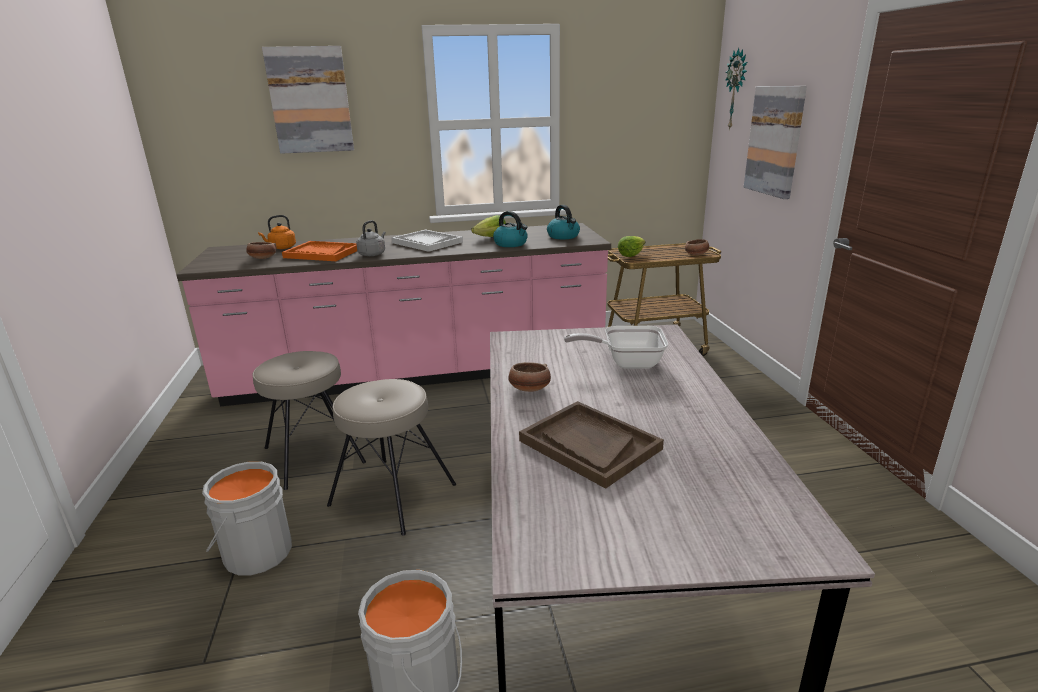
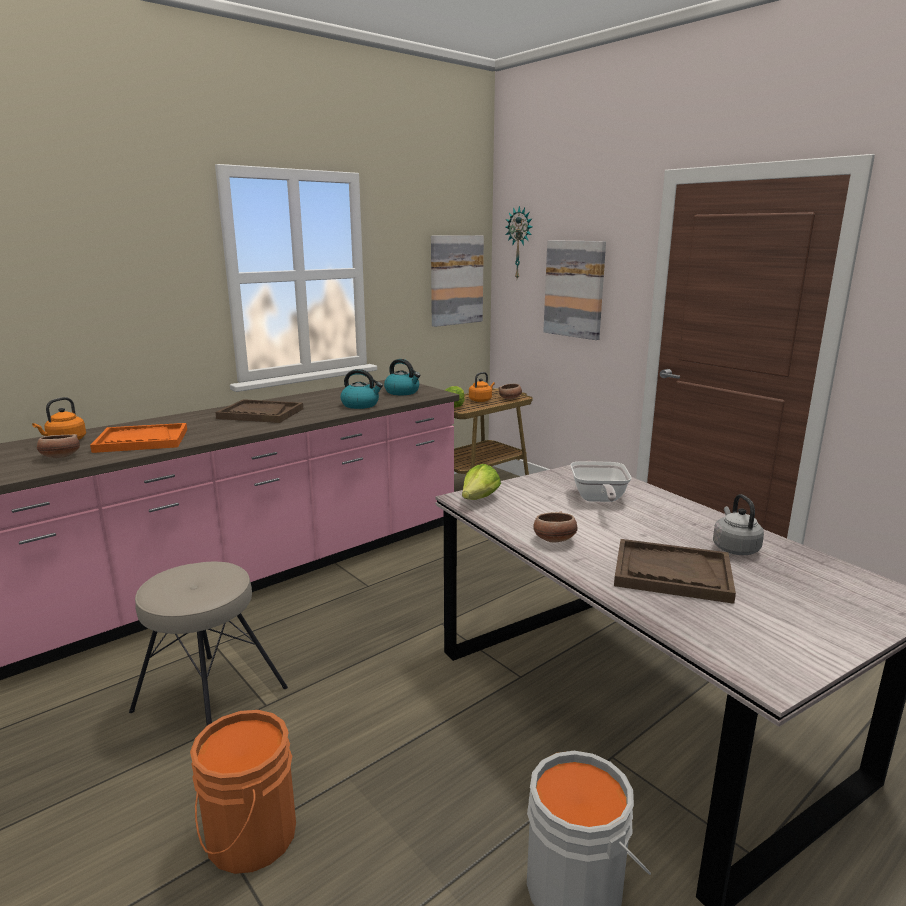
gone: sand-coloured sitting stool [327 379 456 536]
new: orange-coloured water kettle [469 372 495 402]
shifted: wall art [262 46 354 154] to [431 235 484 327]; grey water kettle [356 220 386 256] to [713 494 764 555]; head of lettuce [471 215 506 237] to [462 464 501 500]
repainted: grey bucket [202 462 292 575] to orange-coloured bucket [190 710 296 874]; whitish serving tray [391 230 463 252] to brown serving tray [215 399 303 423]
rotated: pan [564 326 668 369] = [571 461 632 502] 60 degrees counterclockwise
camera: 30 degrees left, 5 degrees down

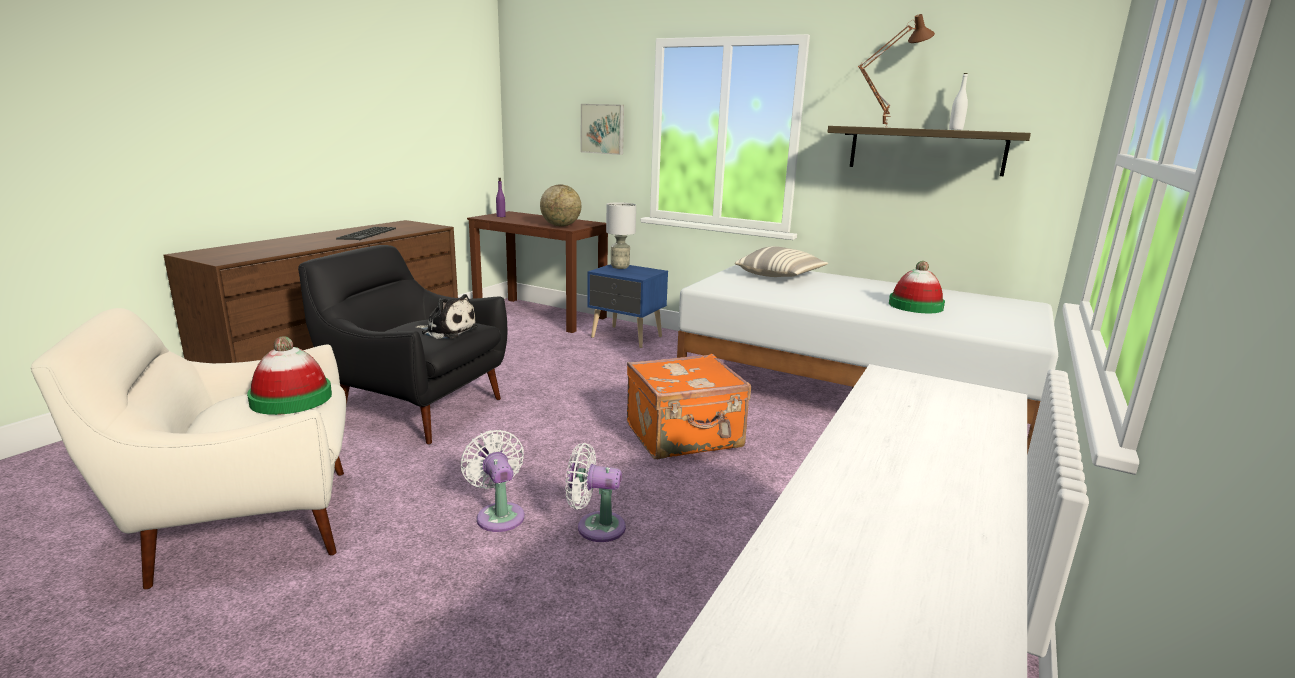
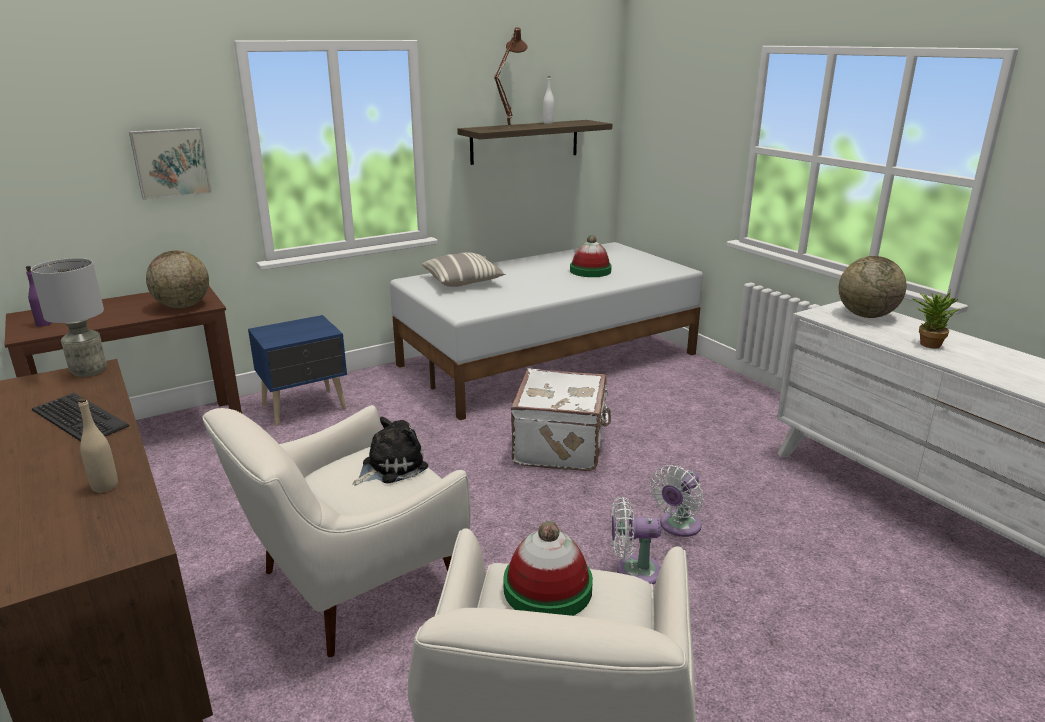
new: sand-coloured bottle [78 398 118 493]; world globe [839 256 906 318]; houseplant [912 288 960 348]
shifted: grey table lamp [606 202 636 269] to [31 258 106 377]
repainted: black-coloured easy chair [298 245 507 445] to whitish easy chair [202 405 471 657]; orange-coloured piece of luggage [627 354 751 459] to whitish piece of luggage [511 368 611 471]
camera: 60 degrees left, 5 degrees up

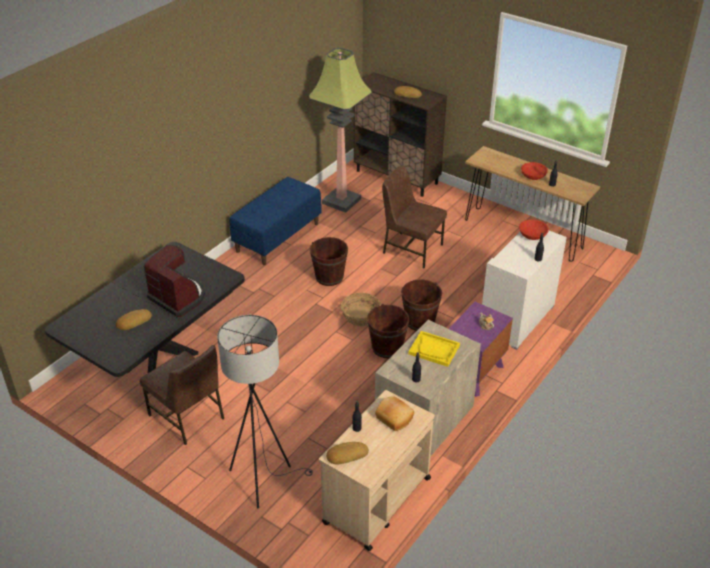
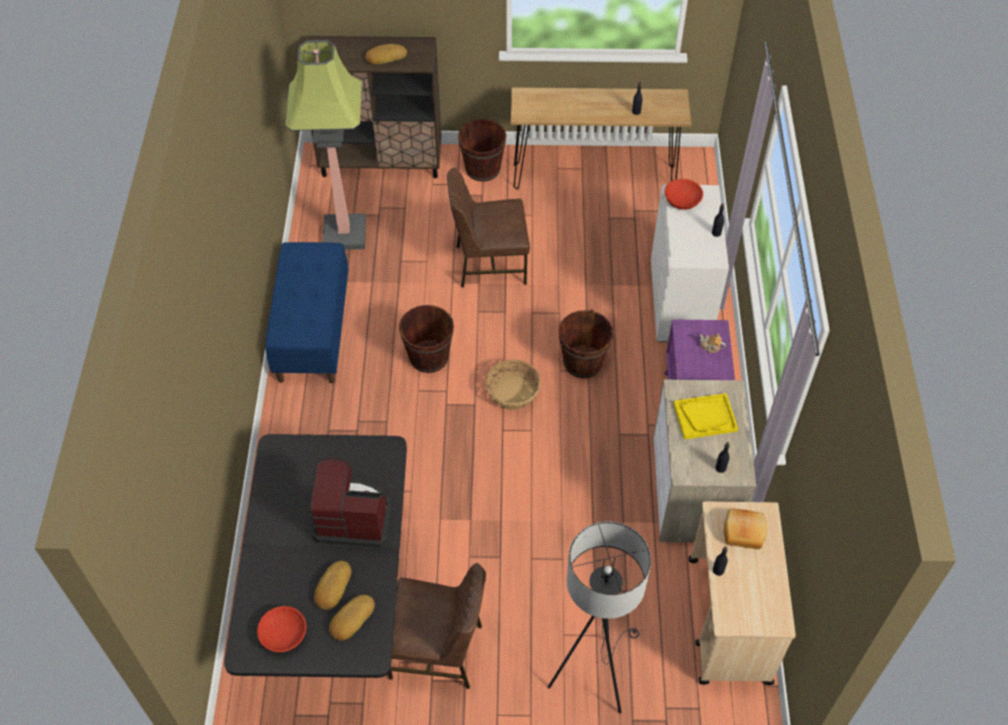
shifted: bakery bread [326 442 369 465] to [329 595 375 641]; brown bucket [367 304 409 358] to [458 119 506 182]; red serving bowl [521 162 548 180] to [257 606 306 652]
camera: 35 degrees left, 15 degrees up

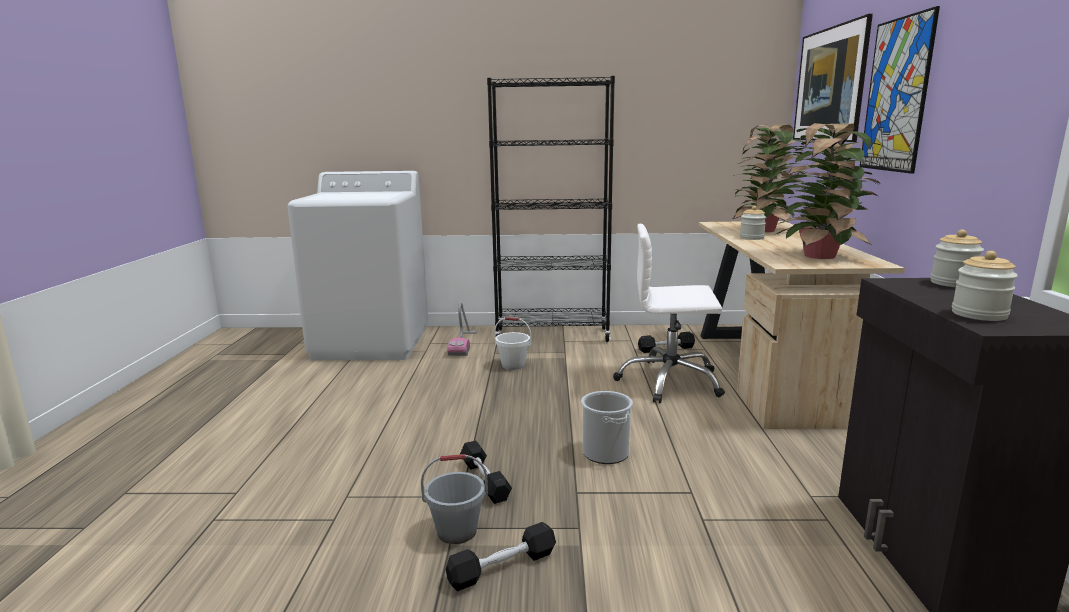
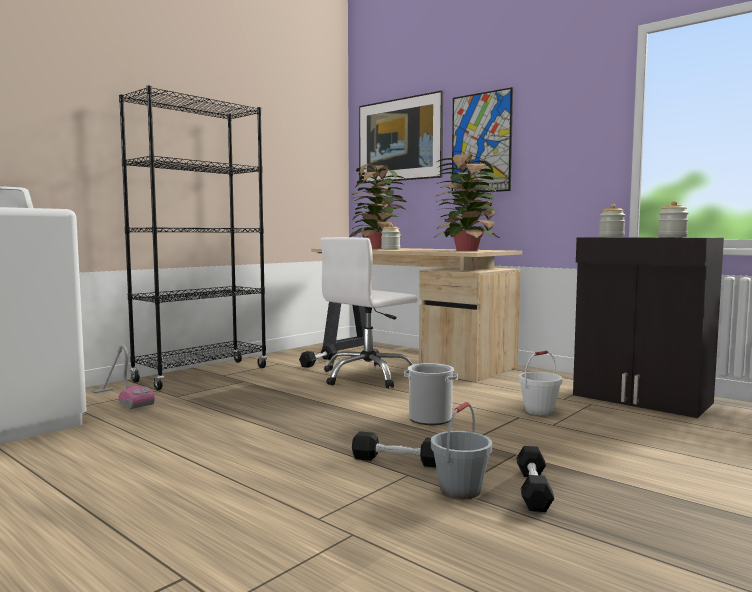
shifted: whitish bucket [494 317 531 370] to [519 350 562 416]
camera: 50 degrees left, 10 degrees down

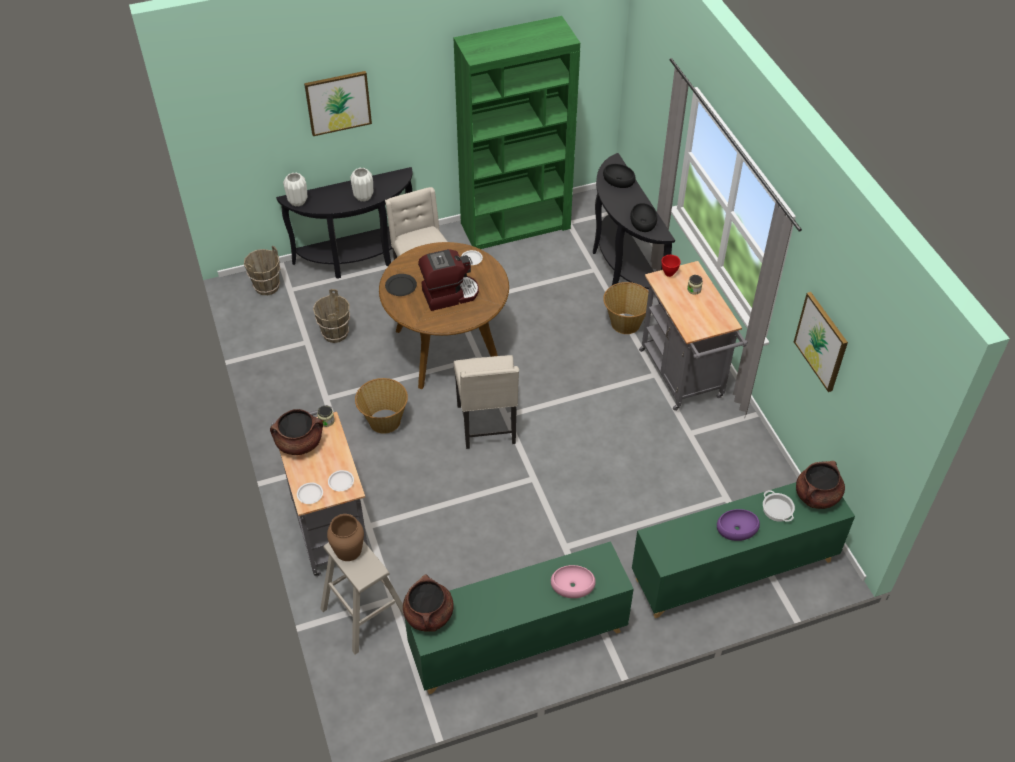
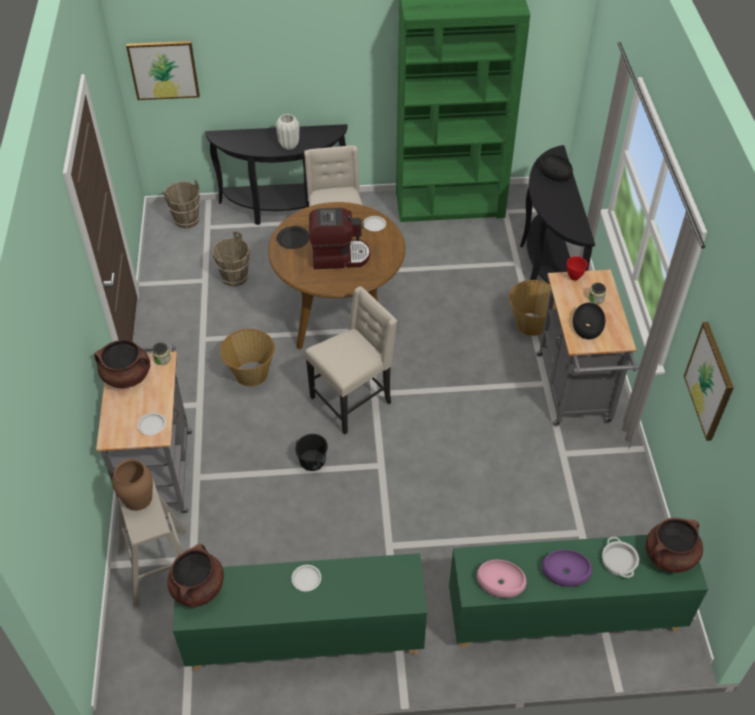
gone: whitish decorative vase [283 173 307 207]
new: black-coloured bucket [295 434 328 471]
shifted: whitish flat dish [297 482 323 504] to [291 565 321 591]; wall art [304 71 372 136] to [126 41 200 100]; pink-coloured serving bowl [551 565 596 598] to [477 560 527 598]; black-coloured serving bowl [630 203 657 232] to [573 303 605 339]
rotated: sand-coloured plain chair [454 355 519 449] = [305 286 397 434] 135 degrees counterclockwise
camera: 15 degrees right, 0 degrees up

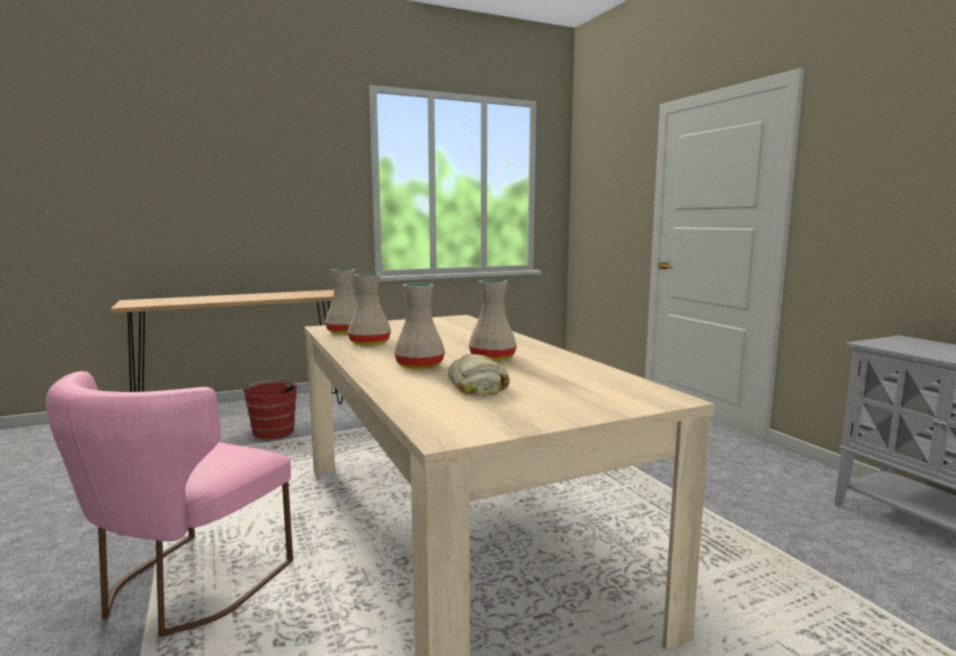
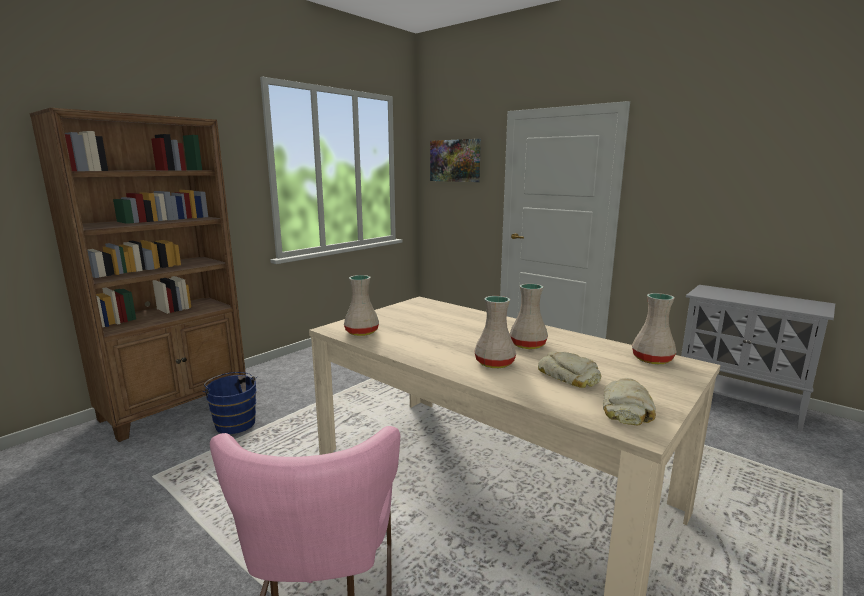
new: wall art [430 139 481 182]; bakery bread [603 378 656 425]
shifted: sand-coloured decorative vase [347 273 391 346] to [632 293 676 364]
swapped: brown hall table [111 290 343 404] to brown bookshelf [29 108 246 442]
repainted: red bucket [243 380 300 439] to blue-coloured bucket [203 372 257 434]
camera: 25 degrees left, 5 degrees up

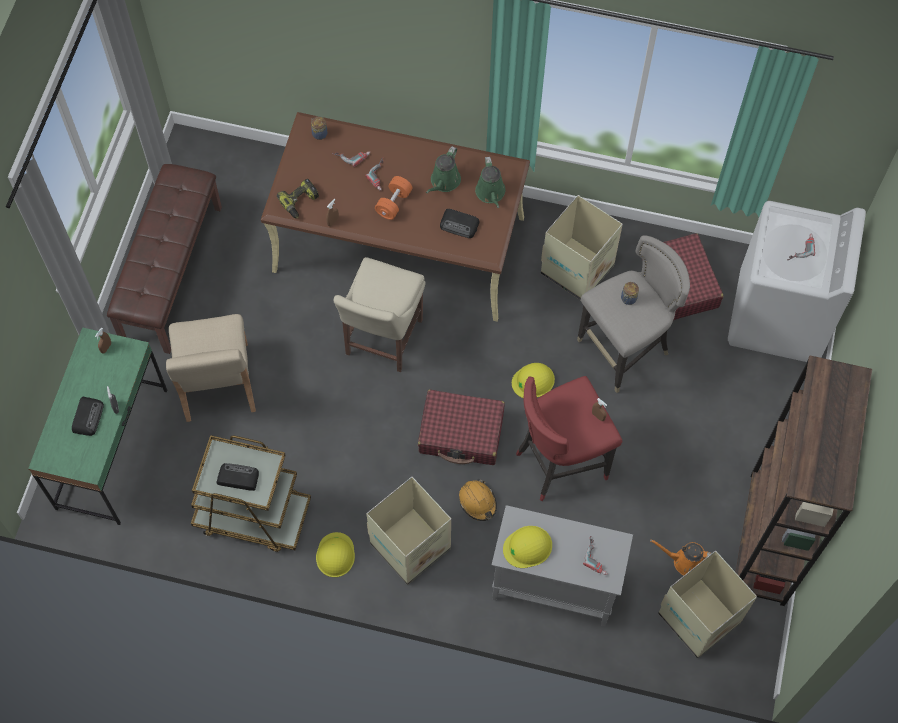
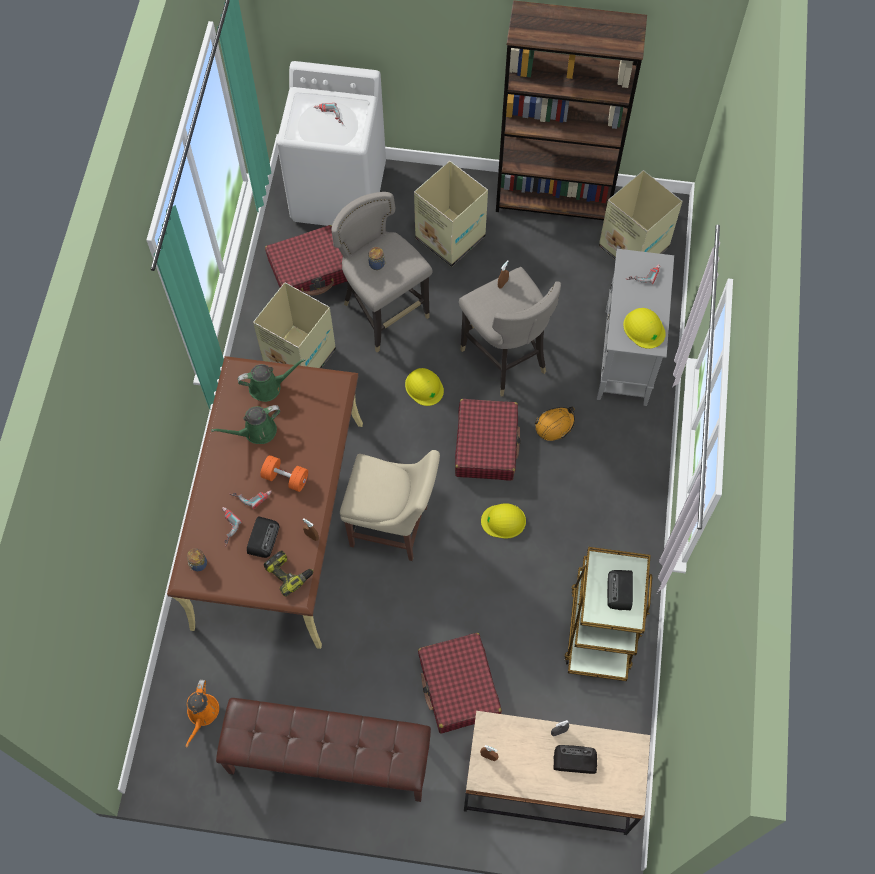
shifted: yellow-coloured safety helmet [316 532 355 577] to [481 503 526 539]; cardboard box [367 477 451 585] to [414 161 488 267]; radio [440 209 480 238] to [247 516 280 558]; orange-coloured watering can [650 539 712 576] to [185 679 219 748]
swapped: sand-coloured plain chair [166 314 256 422] to red piece of luggage [418 633 502 734]
repainted: green-coloured desk [28 327 167 525] to sand-coloured desk [464 711 650 835]; red sitting stool [516 376 622 501] to grey sitting stool [459 267 561 396]
rotated: green-coloured watering can [426 146 461 193] = [211 405 281 444] 135 degrees clockwise
camera: 95 degrees left, 0 degrees up

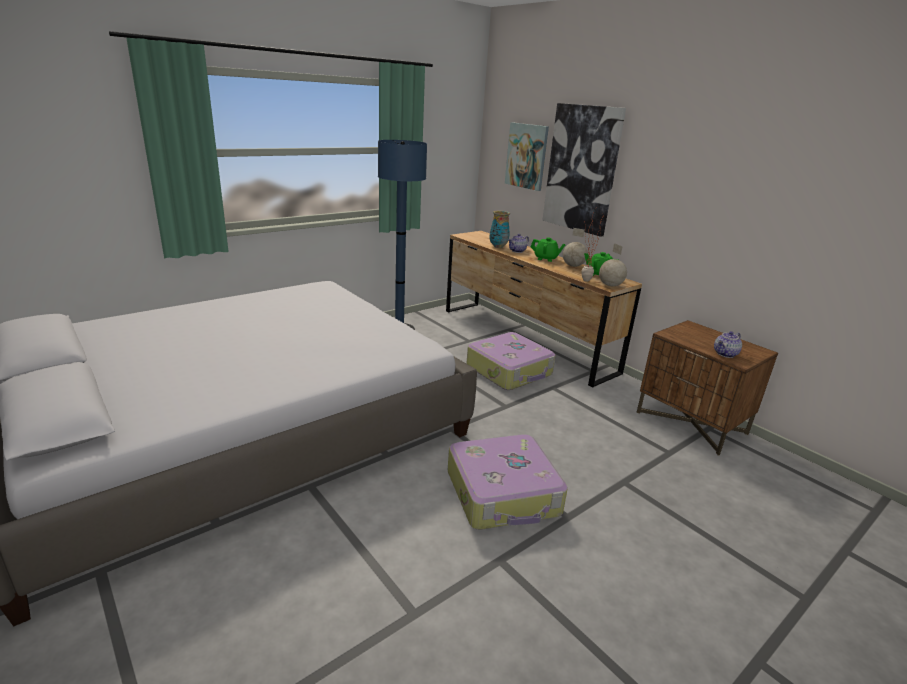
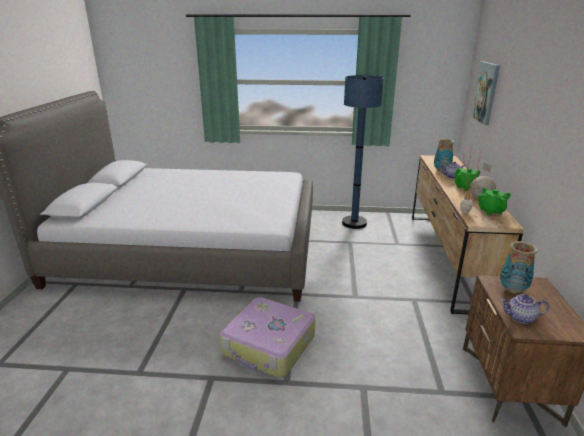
gone: piece of luggage [466 332 556 390]; wall art [542 103 626 237]; world globe [599 243 627 286]
new: decorative vase [500 241 538 294]
camera: 45 degrees right, 0 degrees up

